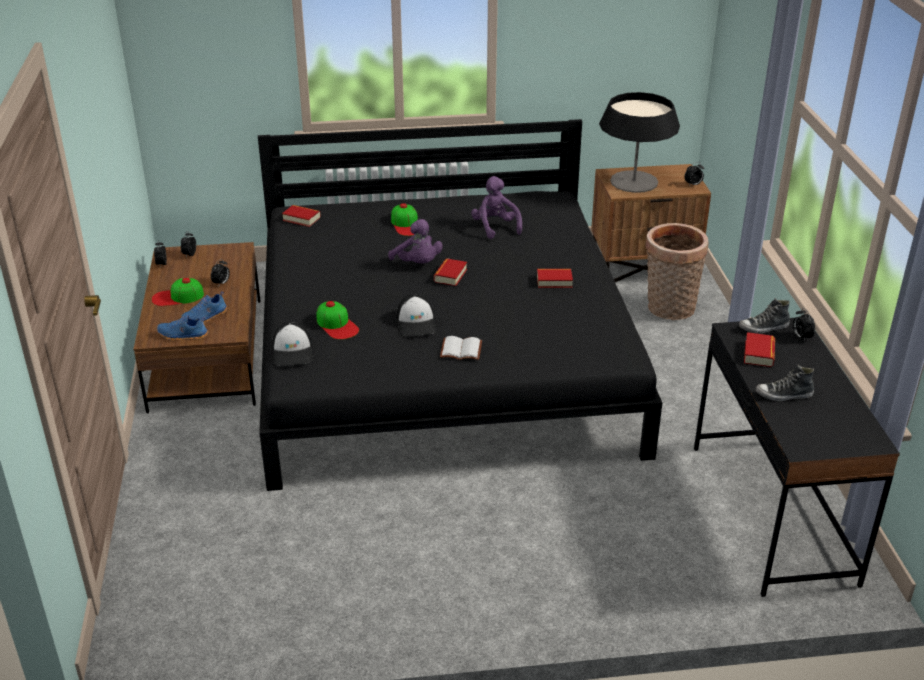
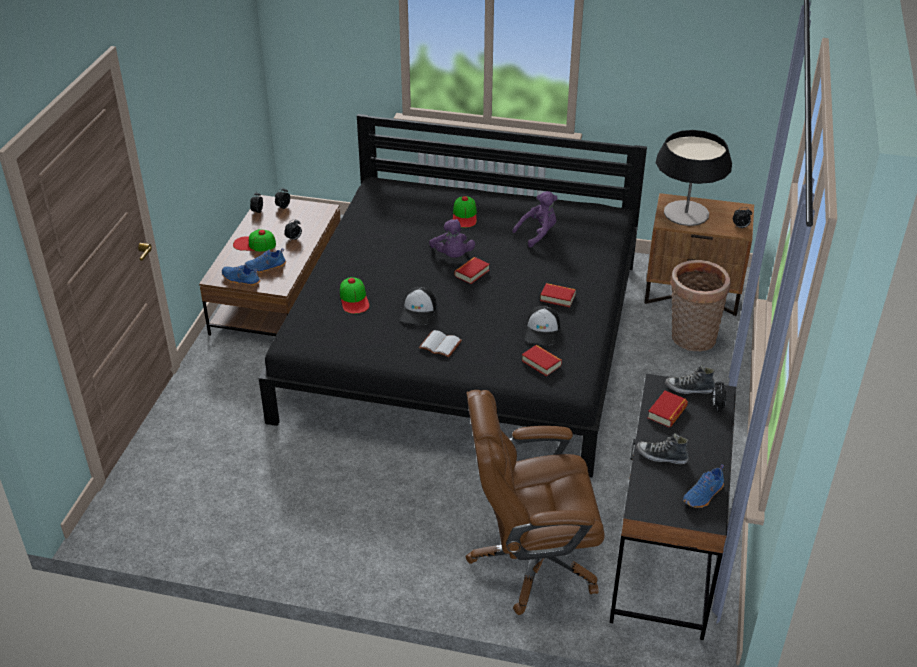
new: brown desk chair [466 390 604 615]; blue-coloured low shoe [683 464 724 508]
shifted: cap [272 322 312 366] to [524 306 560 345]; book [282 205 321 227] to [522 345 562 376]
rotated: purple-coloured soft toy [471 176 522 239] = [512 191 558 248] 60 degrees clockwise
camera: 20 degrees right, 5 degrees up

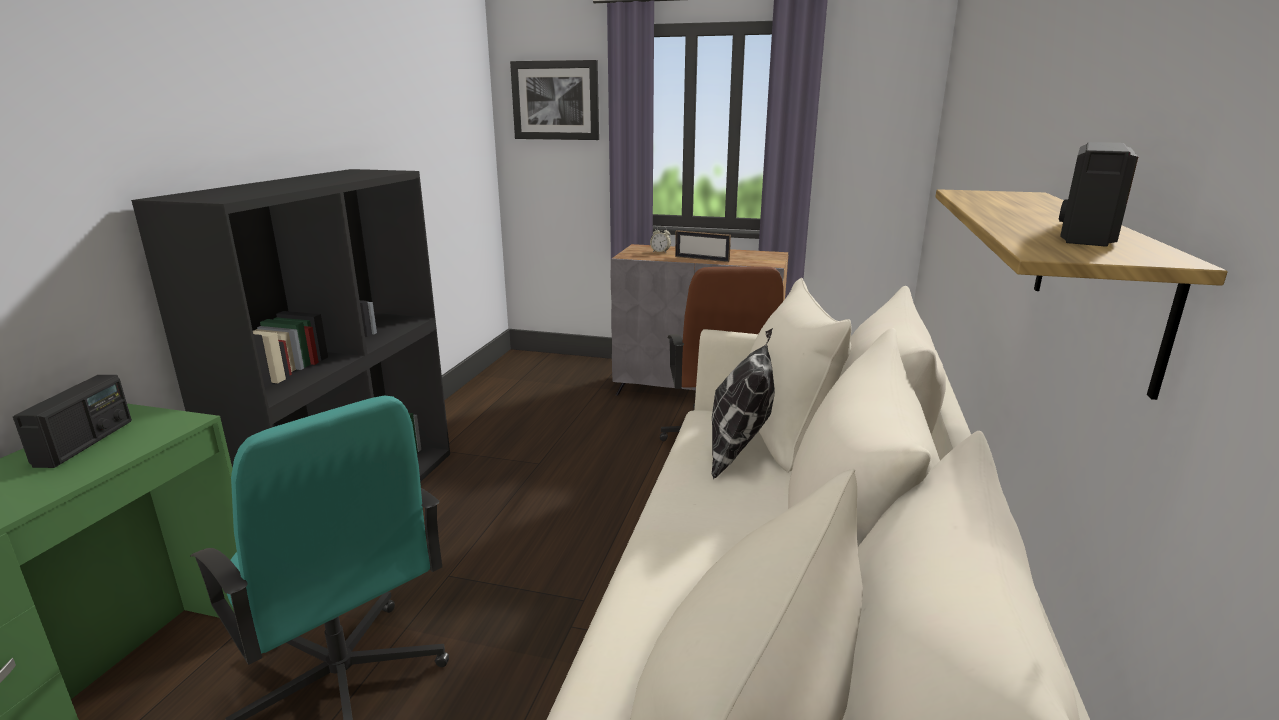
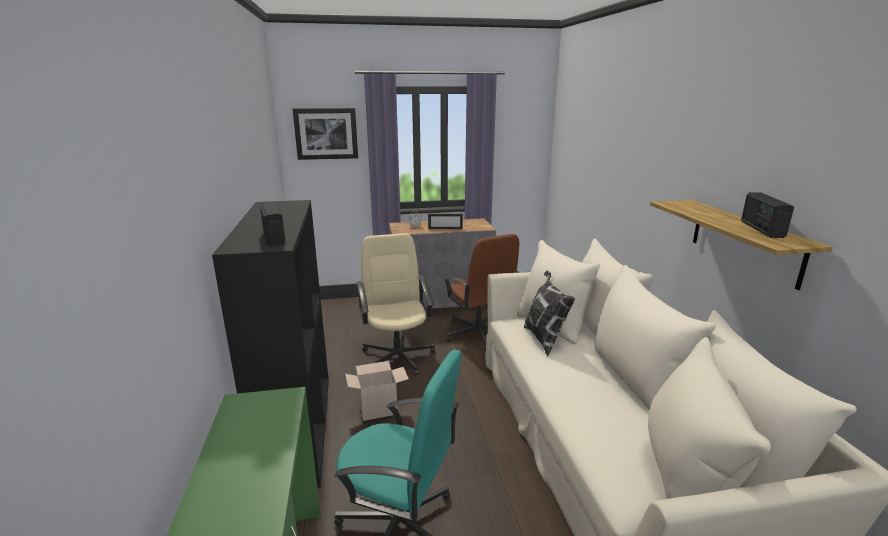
new: cardboard box [345 361 409 421]; sand-coloured desk chair [356 233 435 375]
shifted: radio [13 375 132 468] to [260 202 285 246]
camera: 25 degrees left, 0 degrees up

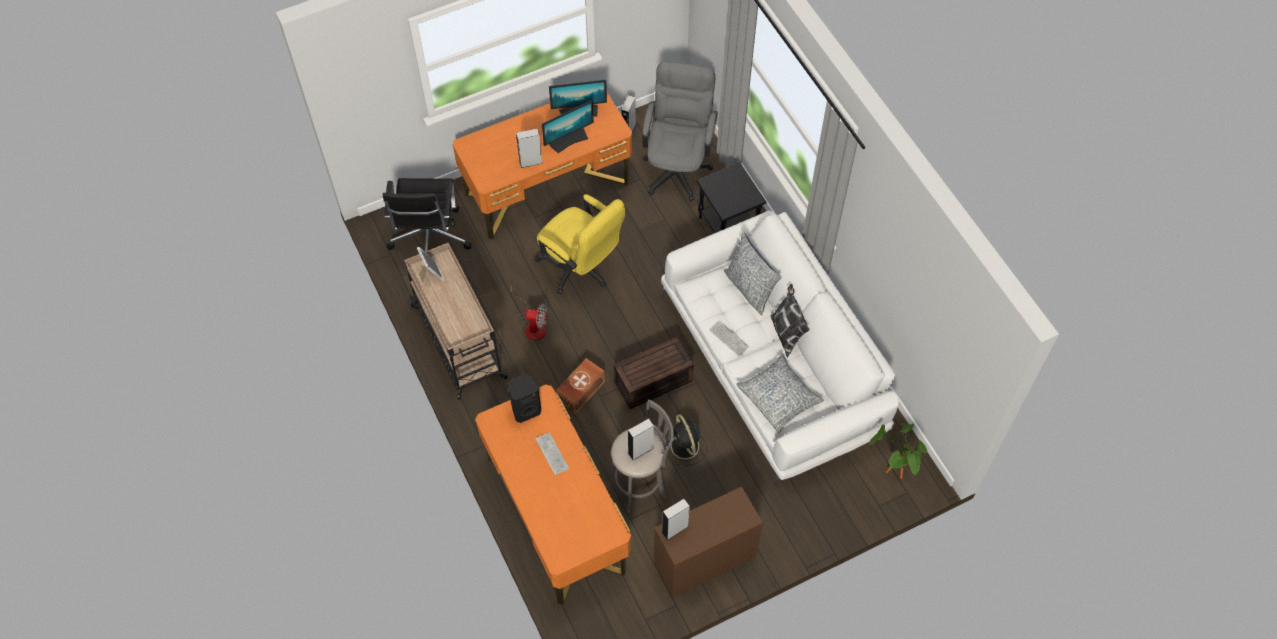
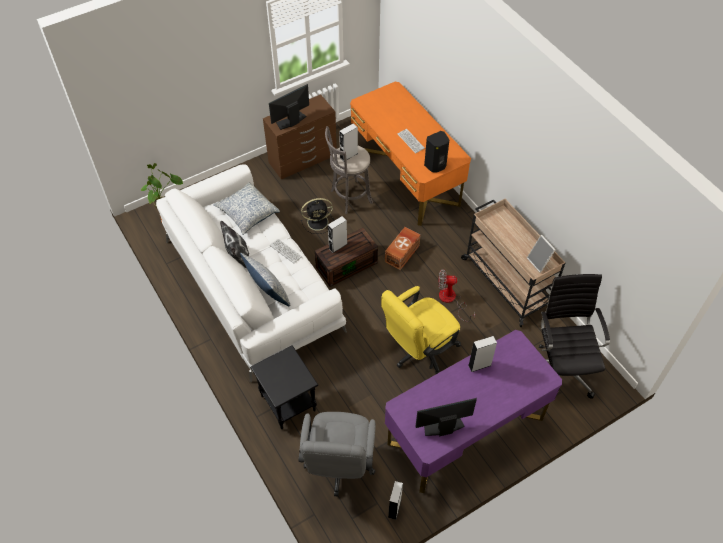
shifted: computer screen [542 100 594 153] to [269 84 309 130]; grey audio speaker [661 499 690 540] to [328 216 347 253]
repainted: orange-coloured desk [452 92 632 239] to purple-coloured desk [385 330 562 493]
rotated: yellow-coloured desk chair [535 194 625 294] = [381 286 461 374] 75 degrees counterclockwise; black-coloured fan [666 414 708 466] = [301 198 334 234] 105 degrees clockwise
camera: 175 degrees right, 5 degrees down

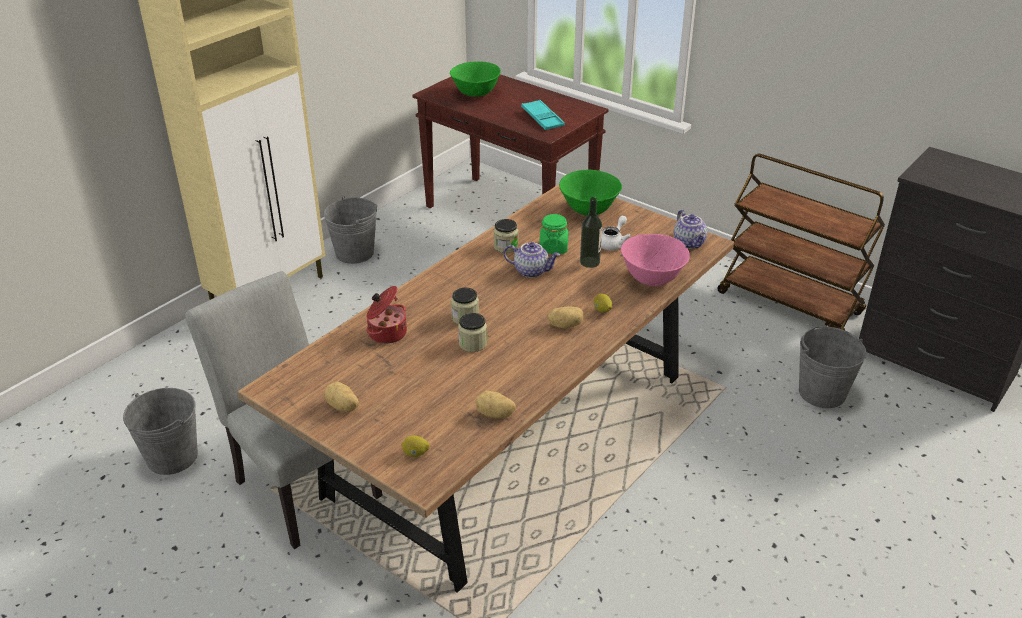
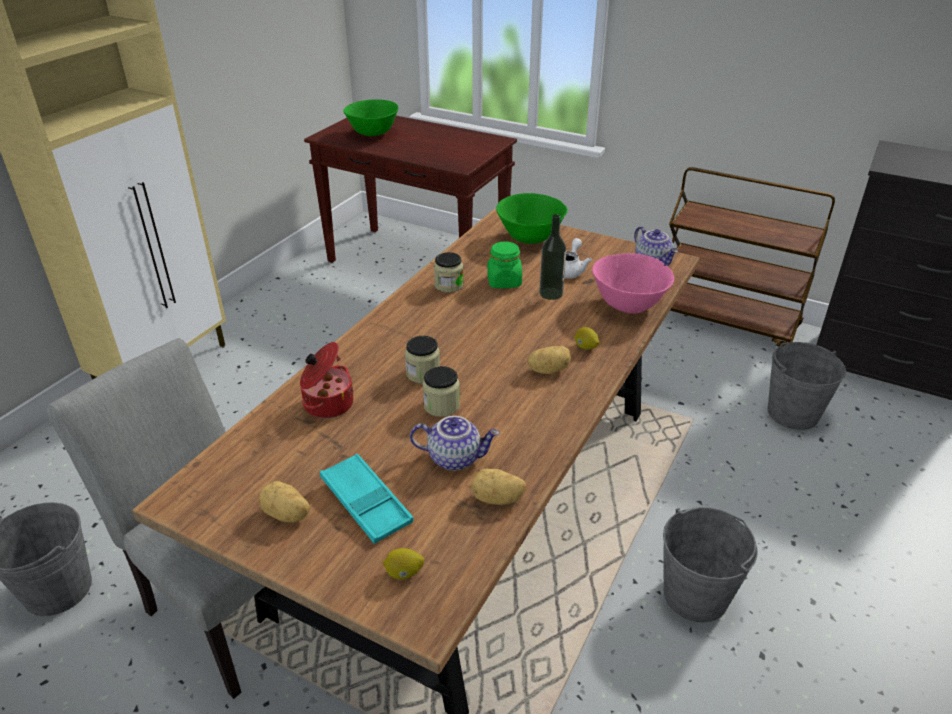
shifted: grey bucket [323 196 377 264] to [663 507 758 622]; tea pot [504 242 560 278] to [410 416 500 471]; blue-green serving tray [521 100 565 130] to [320 453 413 544]
camera: 10 degrees left, 0 degrees up

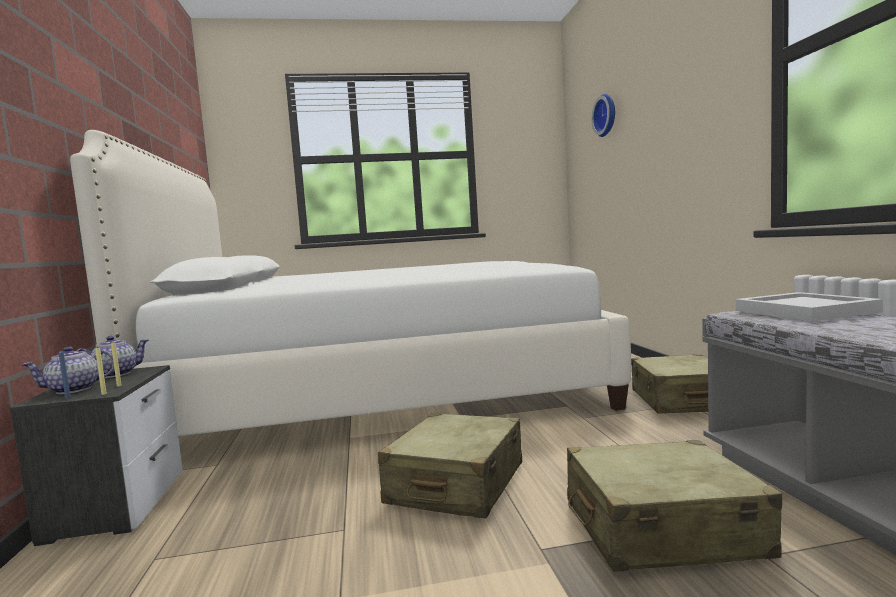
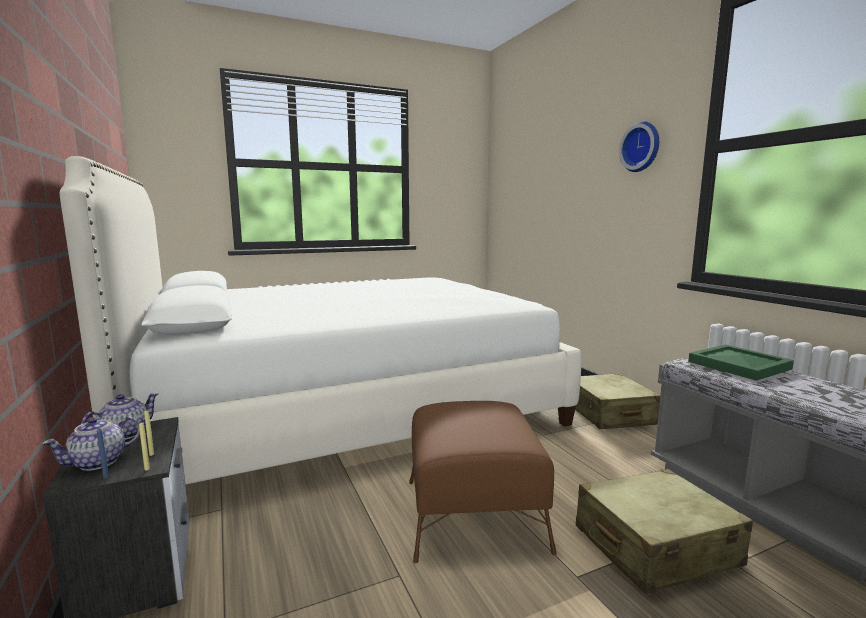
shifted: clock on the wall [592 94 615 137] to [619 121 659 172]
swapped: sand-coloured piece of luggage [378 413 522 518] to brown pouffe [409 401 557 563]
repainted: whitish serving tray [735 292 883 321] to green-coloured serving tray [688 345 794 381]
camera: 15 degrees left, 5 degrees up

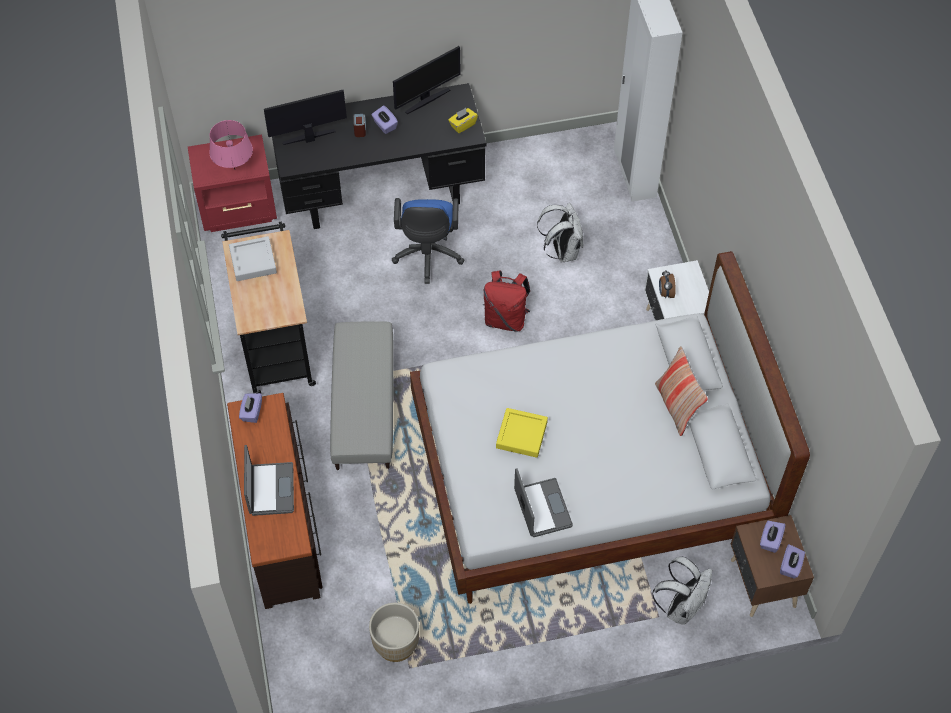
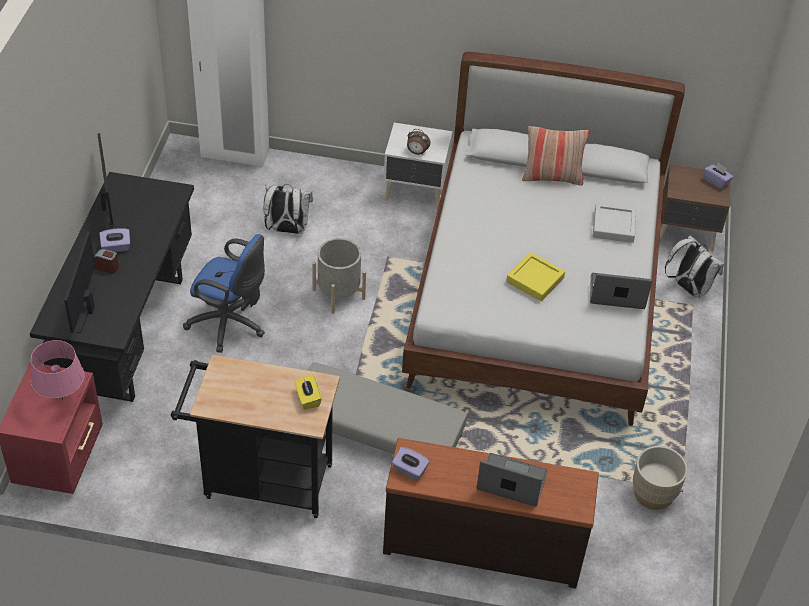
gone: purple-coloured tissue box [760 521 786 553]
shifted: grey serving tray [229 236 277 281] to [593 203 636 243]; yellow-coloured tissue box [448 108 478 133] to [295 374 322 409]
swapped: red knapsack [483 270 530 332] to grey flower pot [312 238 366 314]
camera: 70 degrees left, 10 degrees down

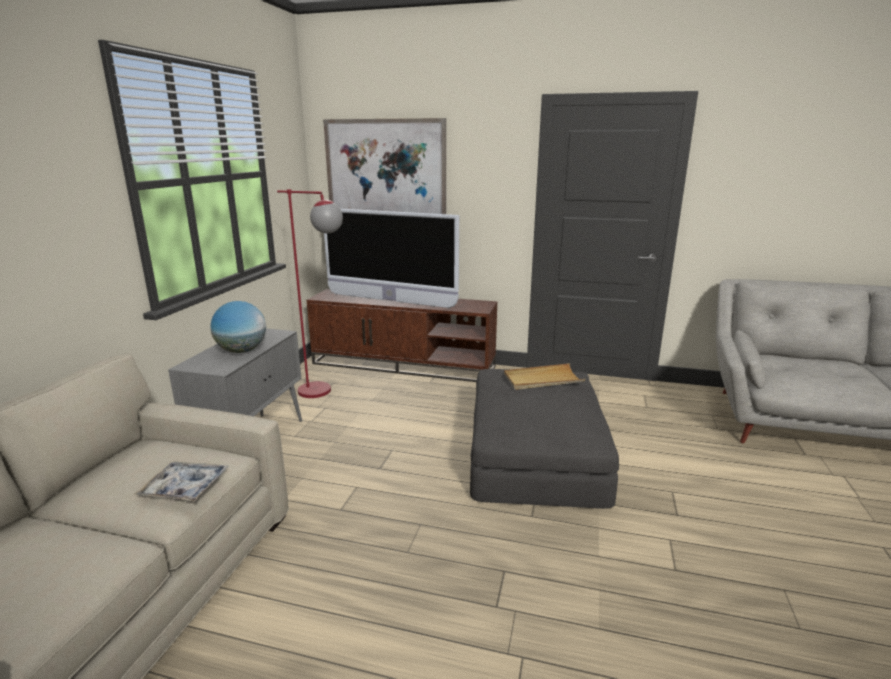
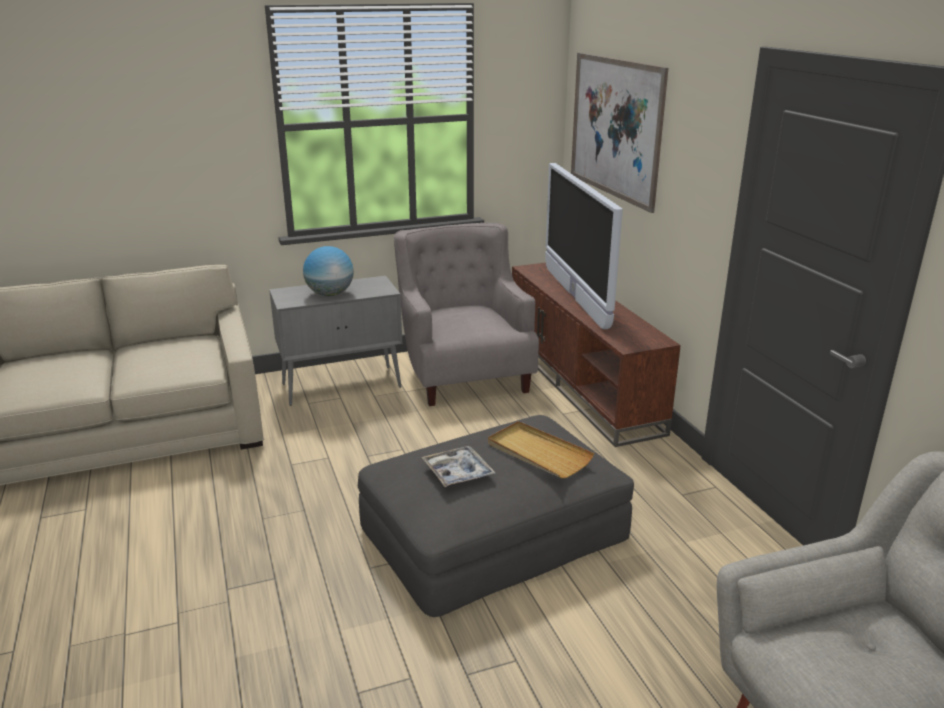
shifted: serving tray [133 461 228 502] to [421 446 495 487]
swapped: red standard lamp [277 189 343 398] to grey easy chair [394 223 539 406]
camera: 55 degrees right, 5 degrees up

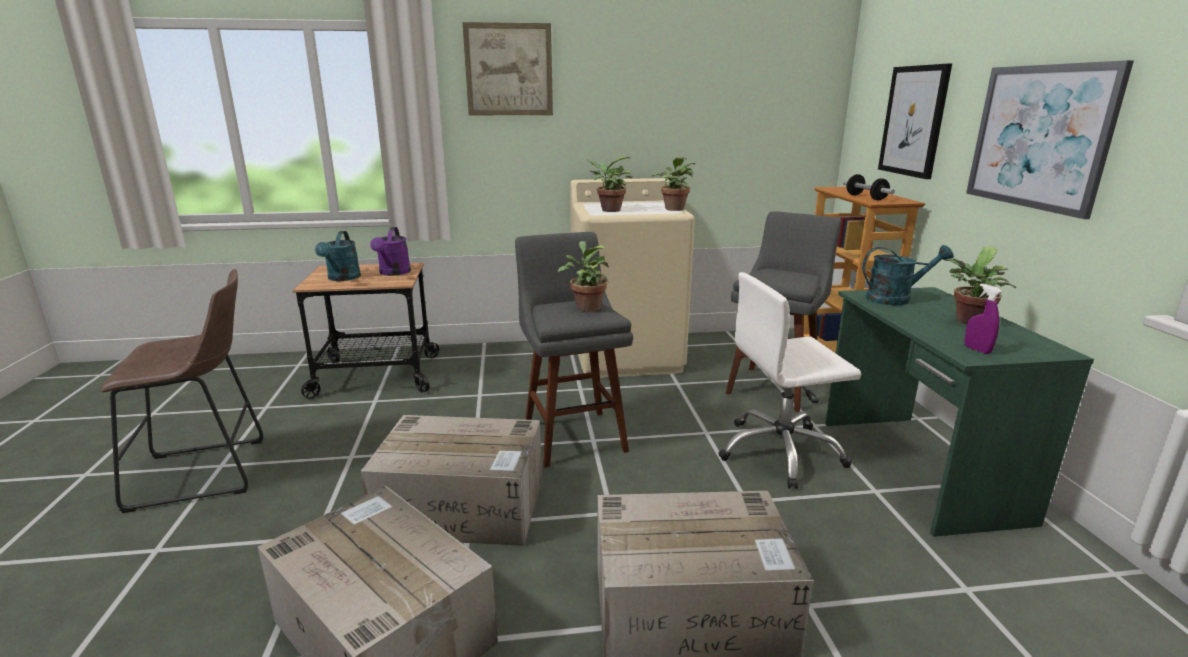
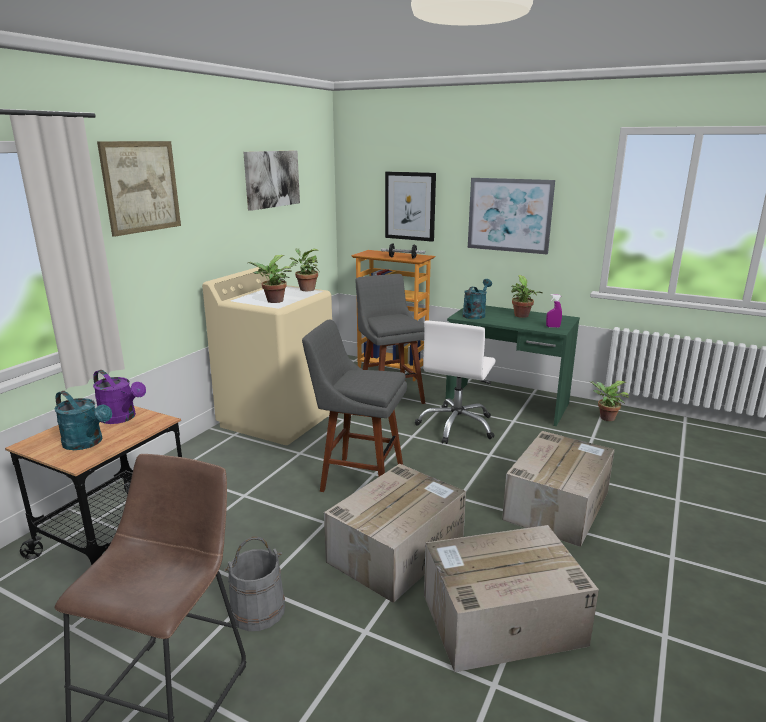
new: grey bucket [224 537 285 631]; wall art [243 151 300 211]
shifted: houseplant [558 241 609 312] to [590 381 629 421]
camera: 55 degrees left, 0 degrees up

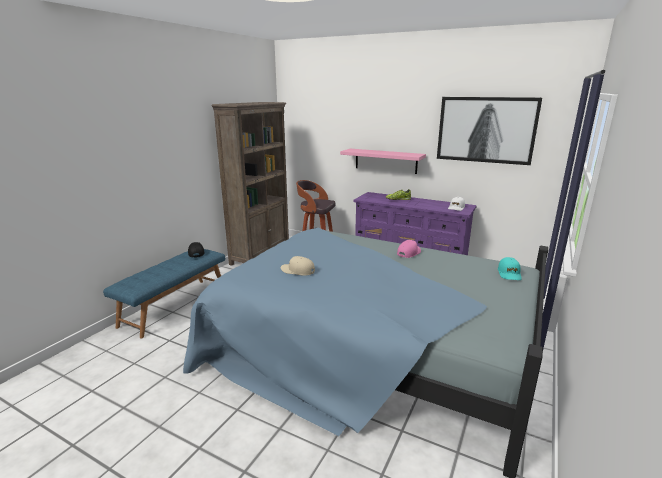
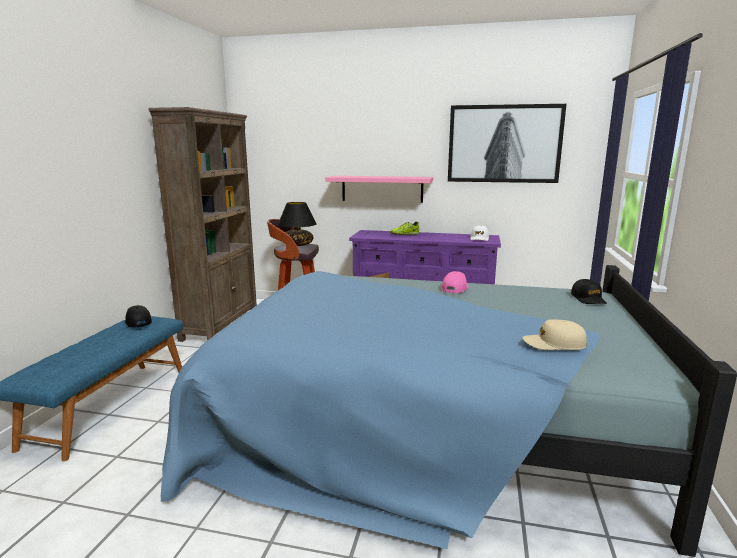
new: black-coloured table lamp [278 202 317 246]
shifted: sand-coloured cap [281 256 315 276] to [523 319 588 350]
repainted: blue-green cap [498 257 522 280] to black-coloured cap [571 279 607 304]
camera: 15 degrees left, 5 degrees down

